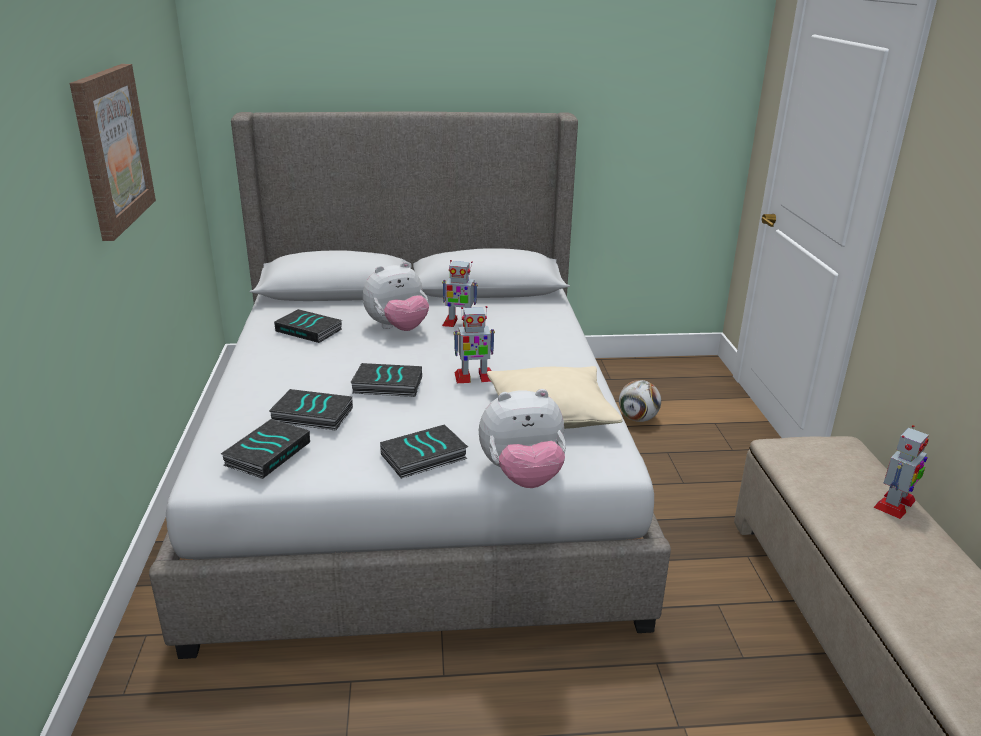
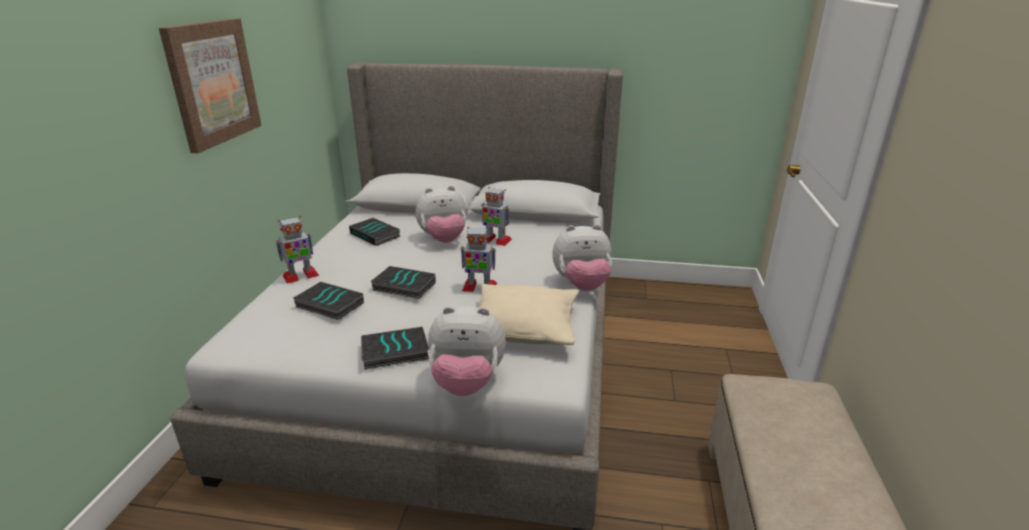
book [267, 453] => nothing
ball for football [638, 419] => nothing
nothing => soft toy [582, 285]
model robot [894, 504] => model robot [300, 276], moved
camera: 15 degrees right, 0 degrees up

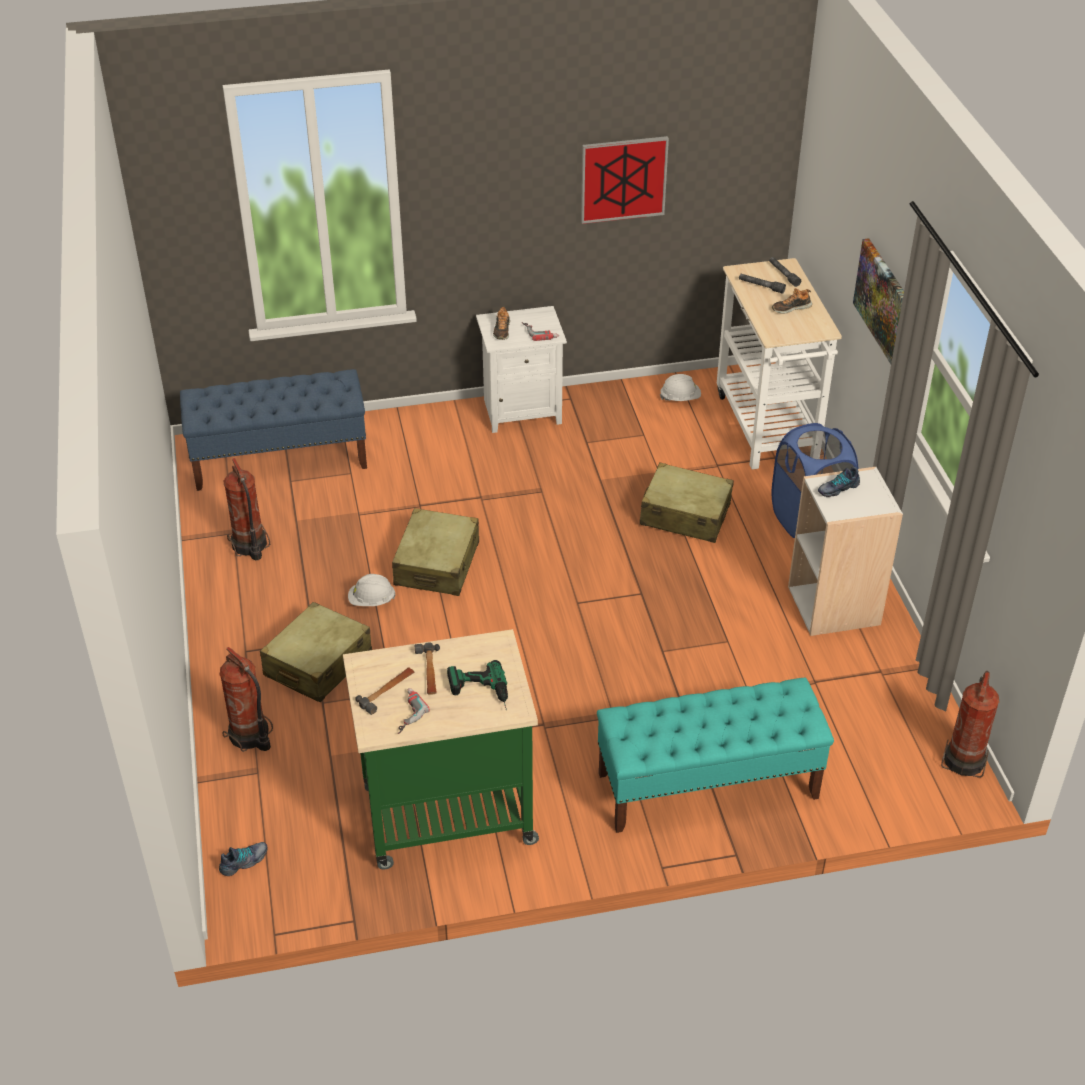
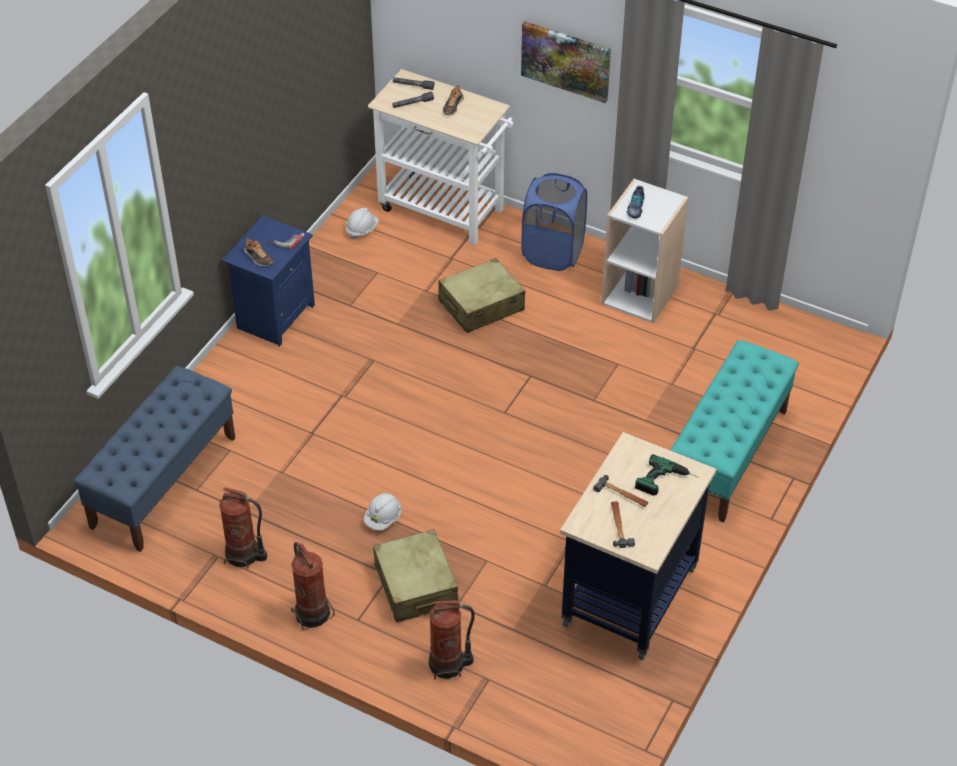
low shoe [244, 862] => nothing
beige piece of luggage [437, 564] => nothing
drill [405, 713] => nothing
picture [623, 179] => nothing
fire-fighting cylinder [965, 760] => fire-fighting cylinder [312, 612], moved
green-coloured cart [447, 817] => bluish cart [630, 599]
whitish nightstand [521, 411] => bluish nightstand [274, 316]
camera: 50 degrees left, 5 degrees up

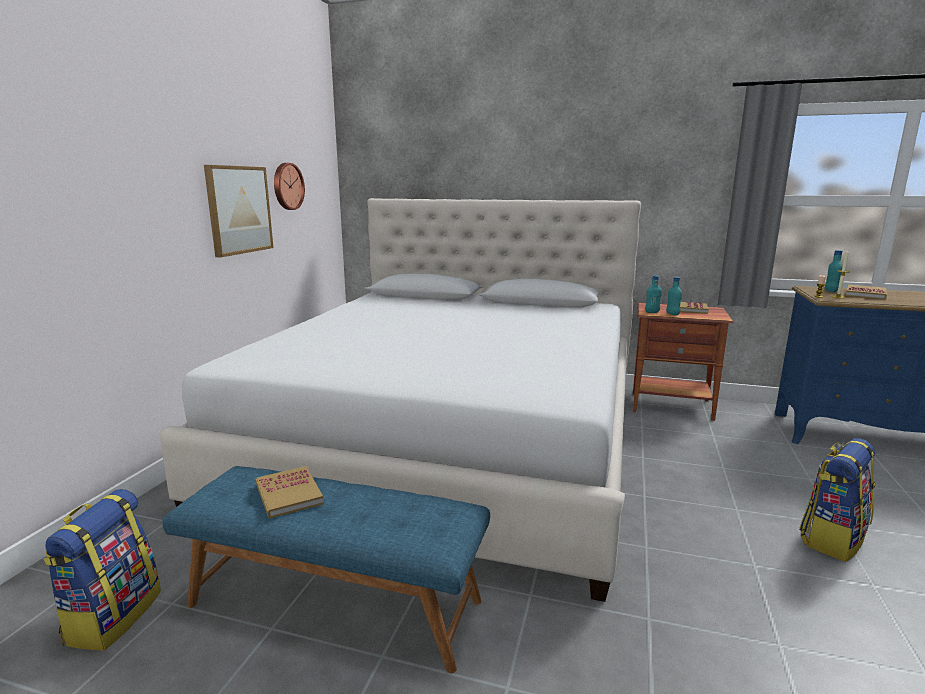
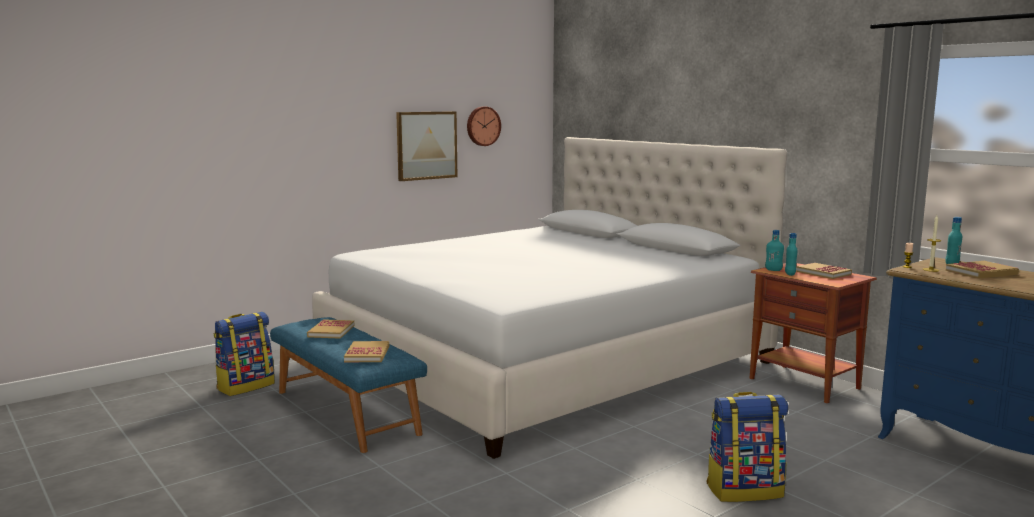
nothing => book [367, 354]
camera: 35 degrees right, 5 degrees down

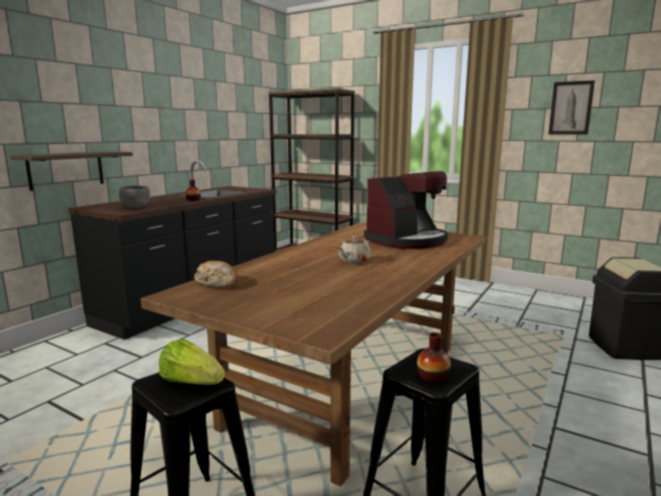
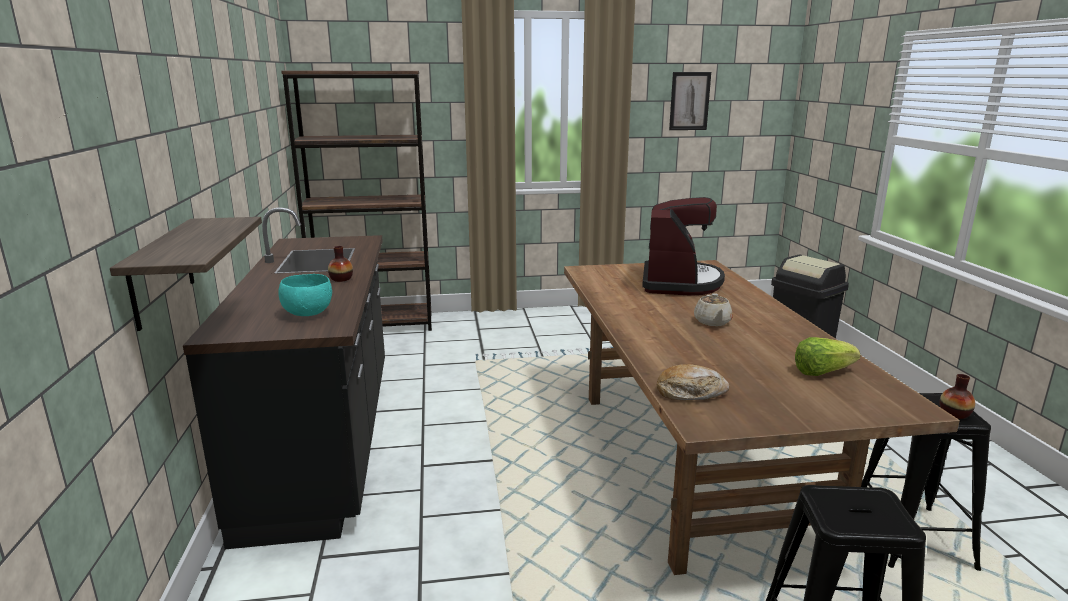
lettuce head [191, 382] => lettuce head [822, 372], moved
greyish deep dish [136, 207] => blue-green deep dish [308, 313]
camera: 40 degrees left, 5 degrees up

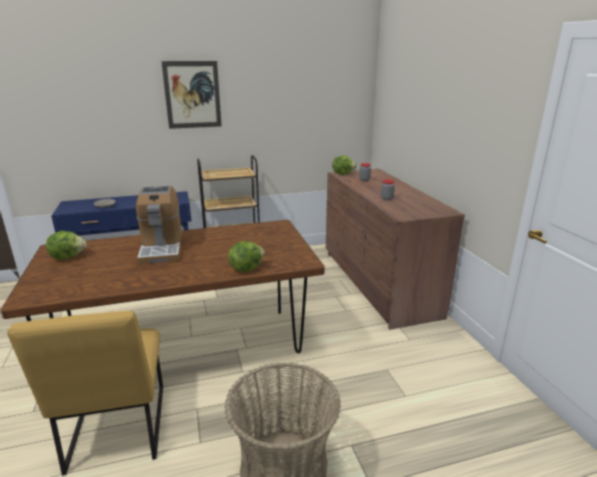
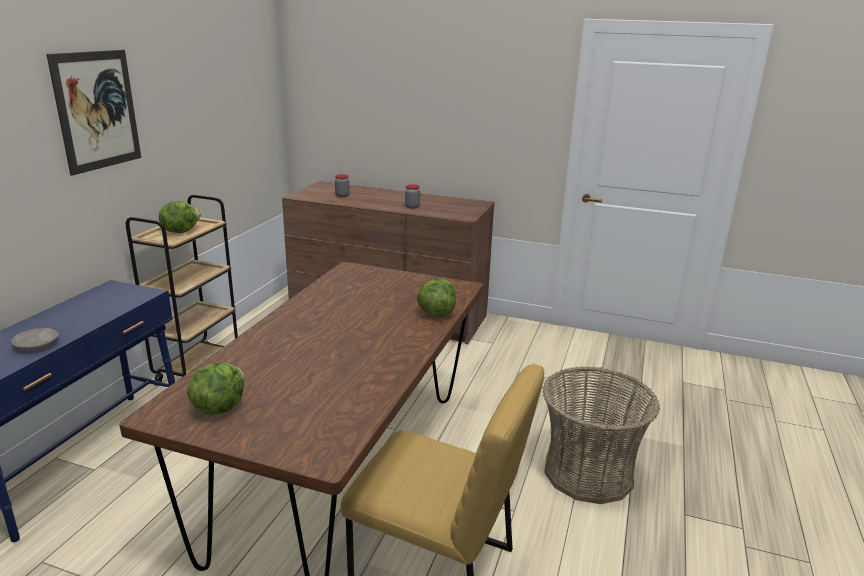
coffee machine [162, 248] => nothing
lettuce head [343, 174] => lettuce head [180, 231], moved
camera: 55 degrees left, 0 degrees up

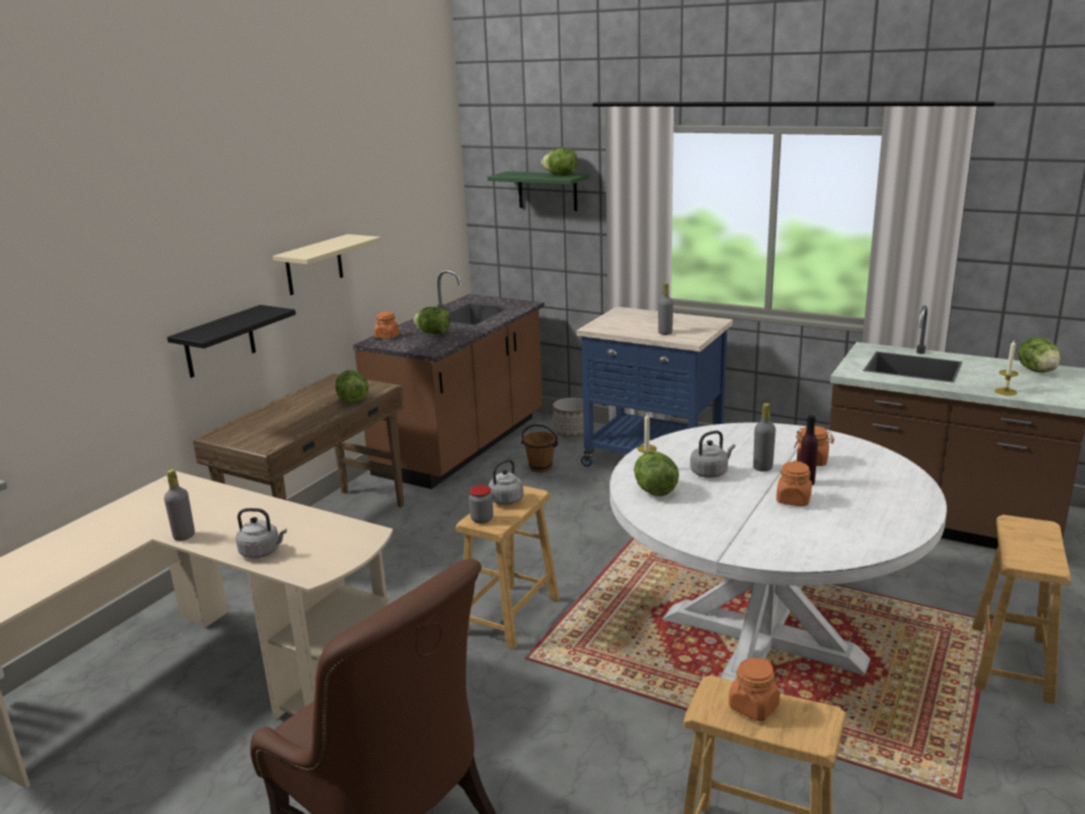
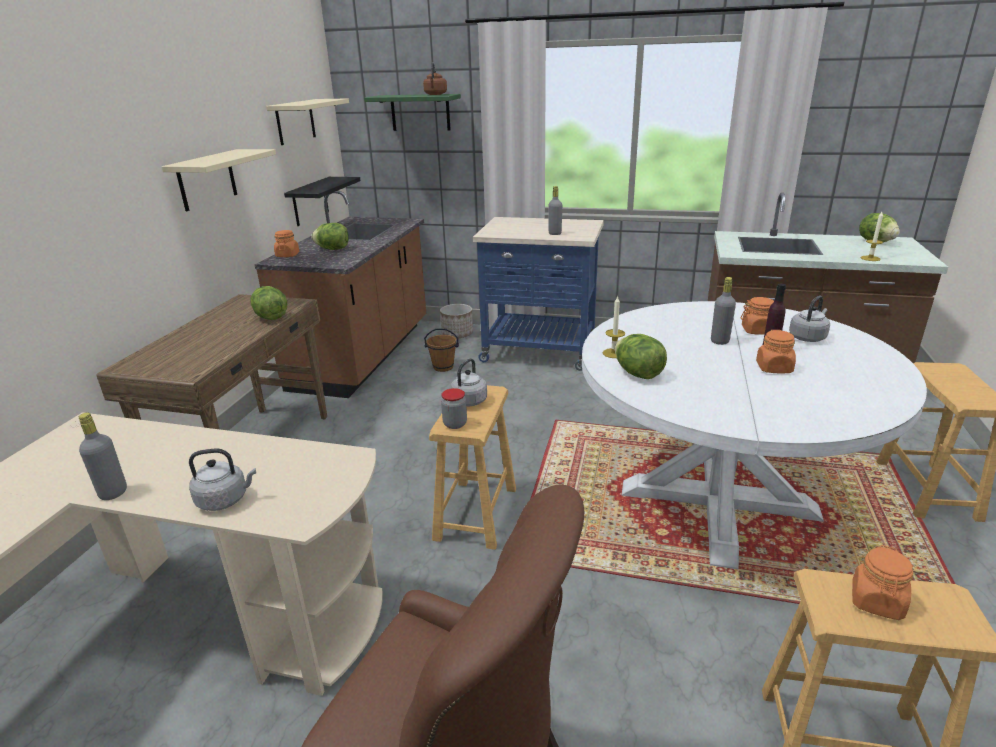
nothing => beige bracket shelf [295, 121]
black-coloured bracket shelf [219, 342] => black-coloured bracket shelf [310, 201], moved
greyish water kettle [710, 472] => greyish water kettle [808, 337], moved
lettuce head [561, 175] => brownish water kettle [435, 94]
camera: 15 degrees left, 5 degrees up

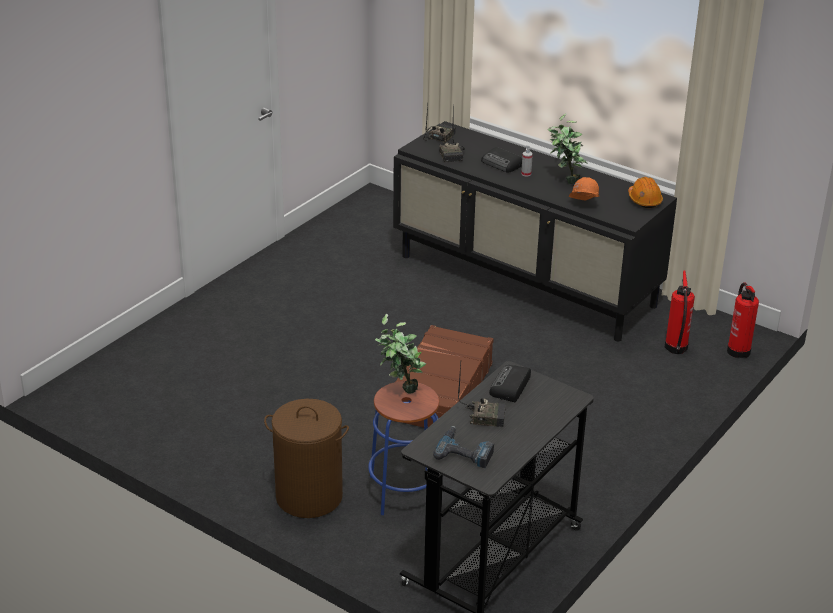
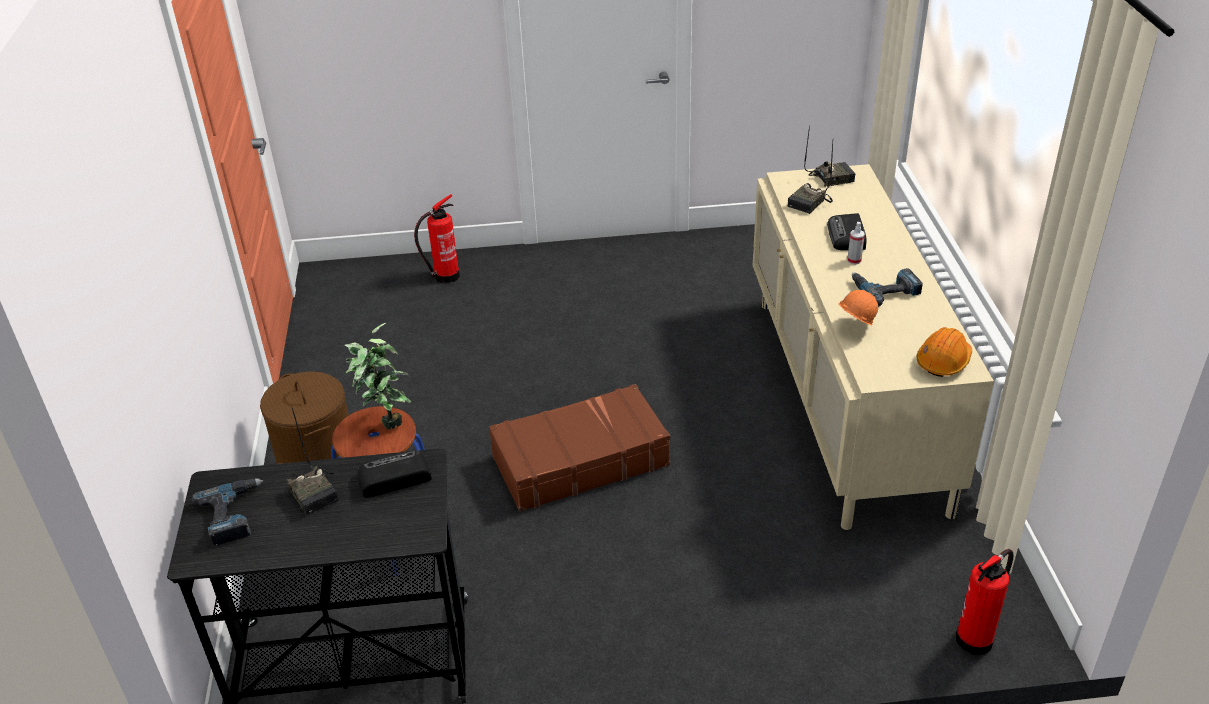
fire-fighting cylinder [675, 349] => fire-fighting cylinder [444, 277], moved
potted plant [564, 180] => drill [885, 289]
black-coloured storage cabinet [524, 282] => beige storage cabinet [843, 400]
camera: 50 degrees right, 5 degrees up

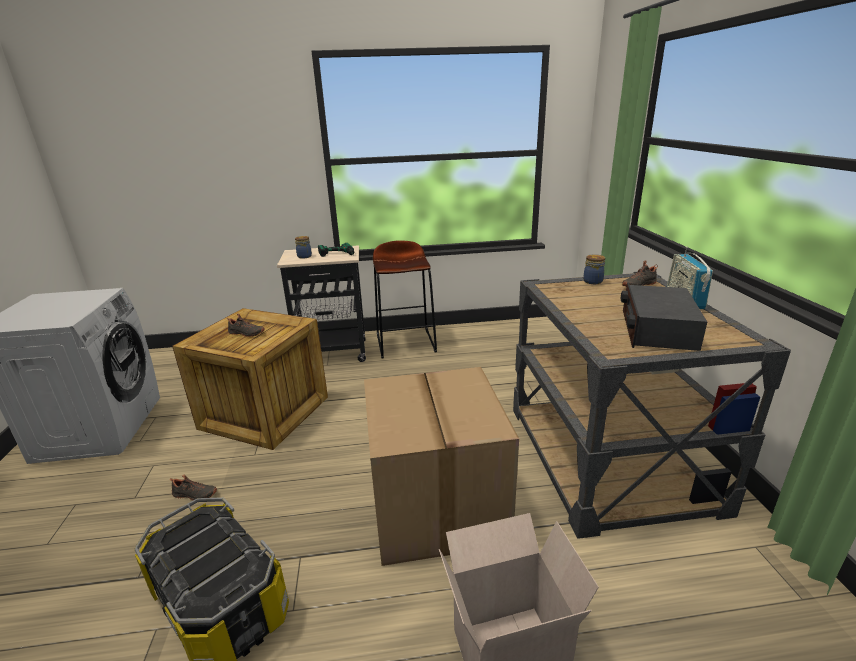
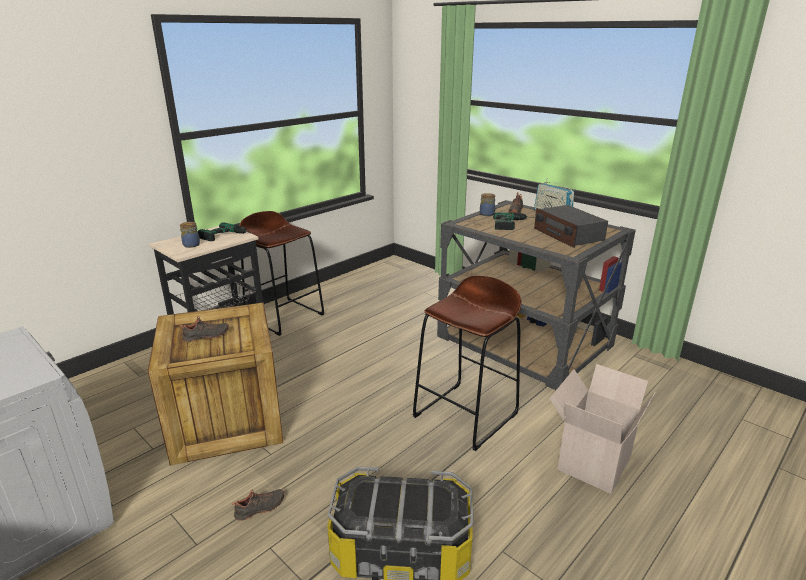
nothing => drill [514, 224]
cardboard box [439, 506] => brownish stool [466, 415]
camera: 40 degrees left, 0 degrees up

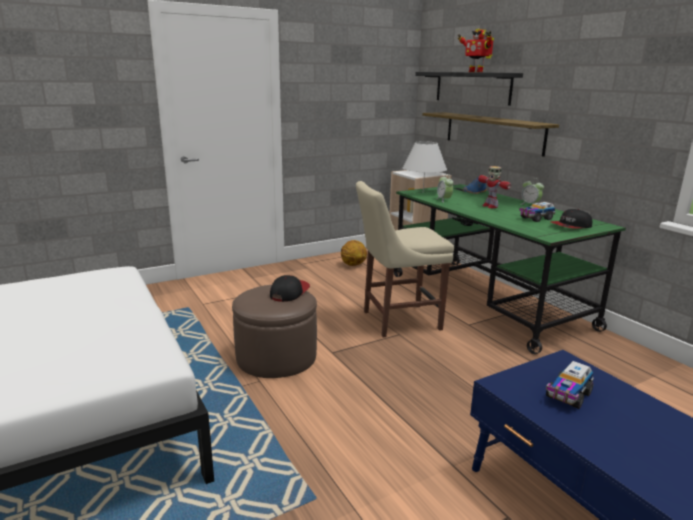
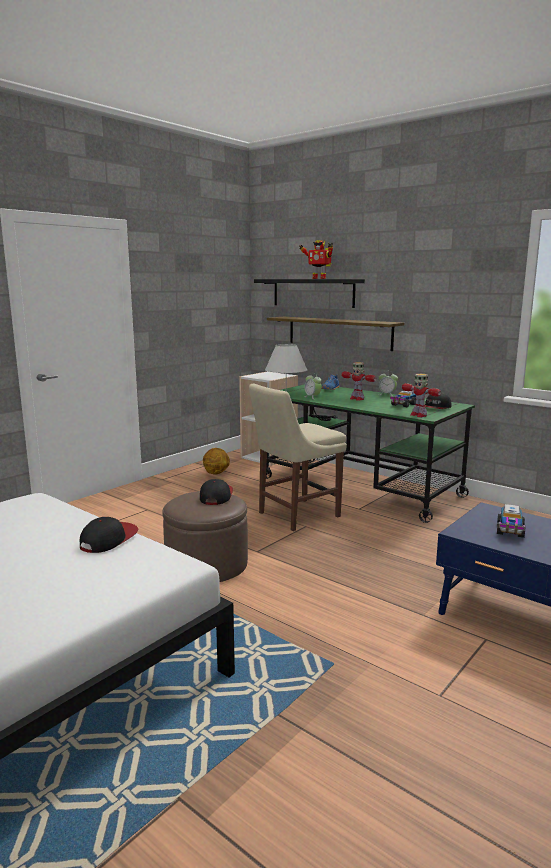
nothing => peaked cap [109, 539]
nothing => model robot [418, 415]
camera: 20 degrees left, 5 degrees down

